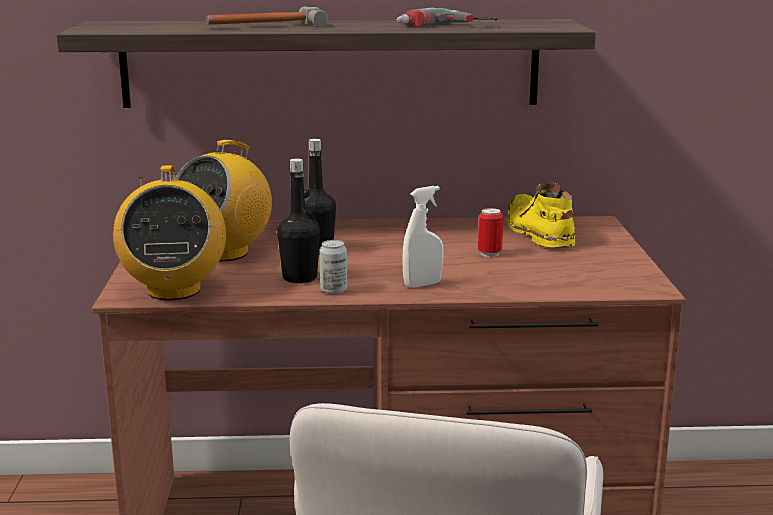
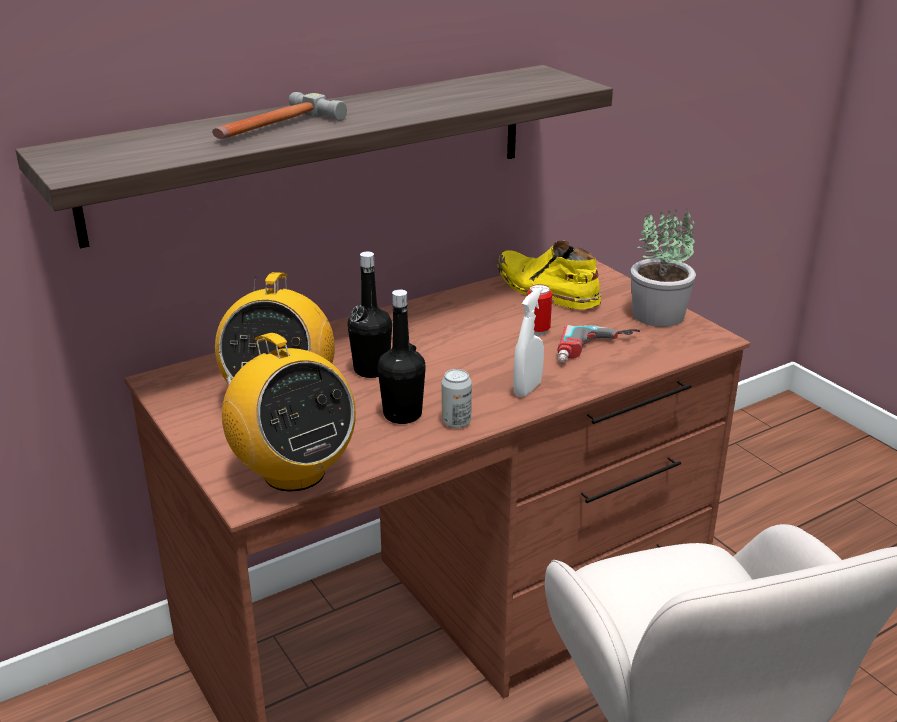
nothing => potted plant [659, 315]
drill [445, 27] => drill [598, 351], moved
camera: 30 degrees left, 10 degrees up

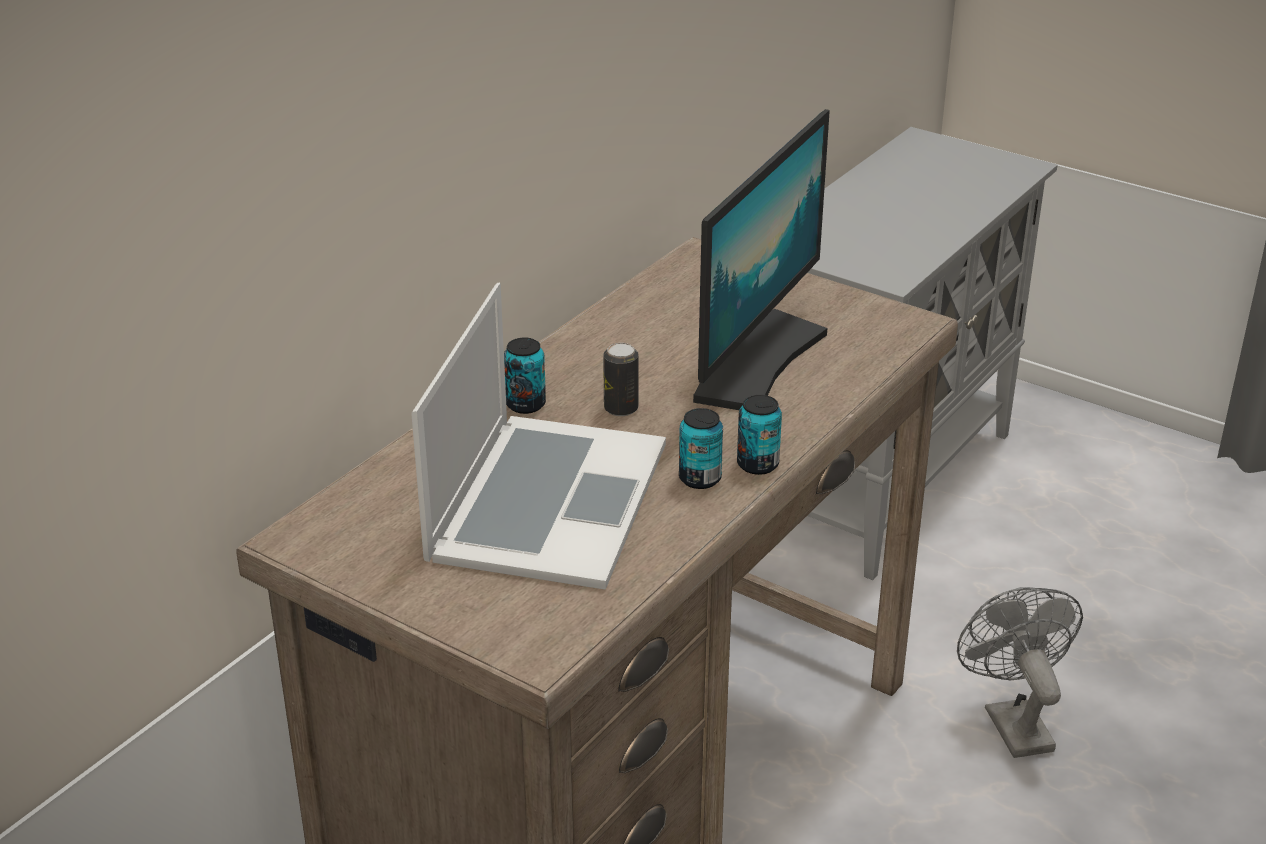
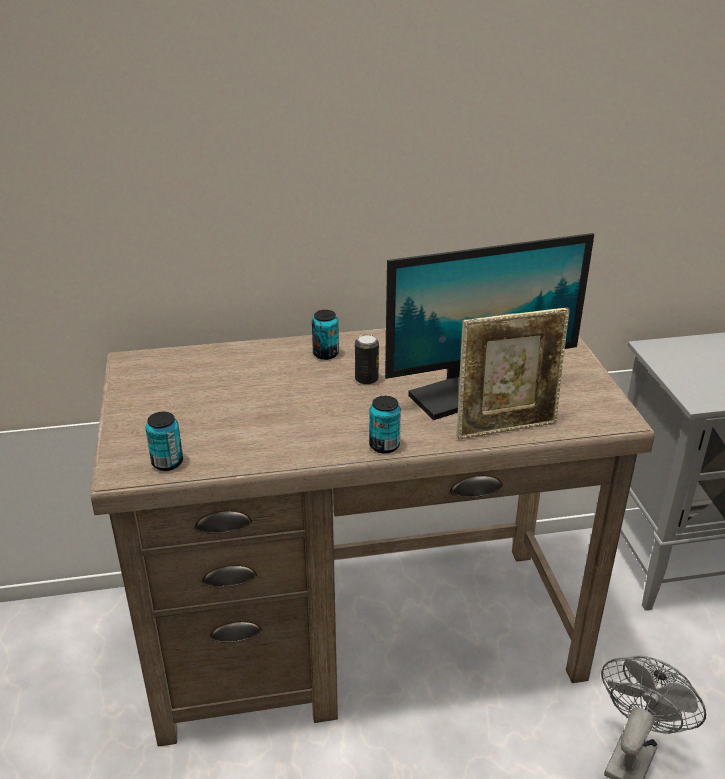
portable computer [547, 500] => nothing
nothing => photo frame [506, 427]
sealed can [700, 478] => sealed can [167, 462], moved
camera: 45 degrees right, 0 degrees up

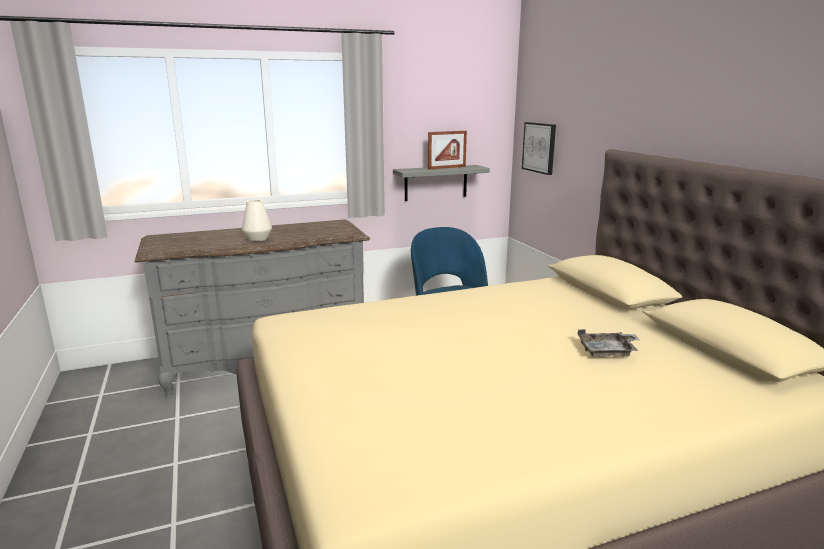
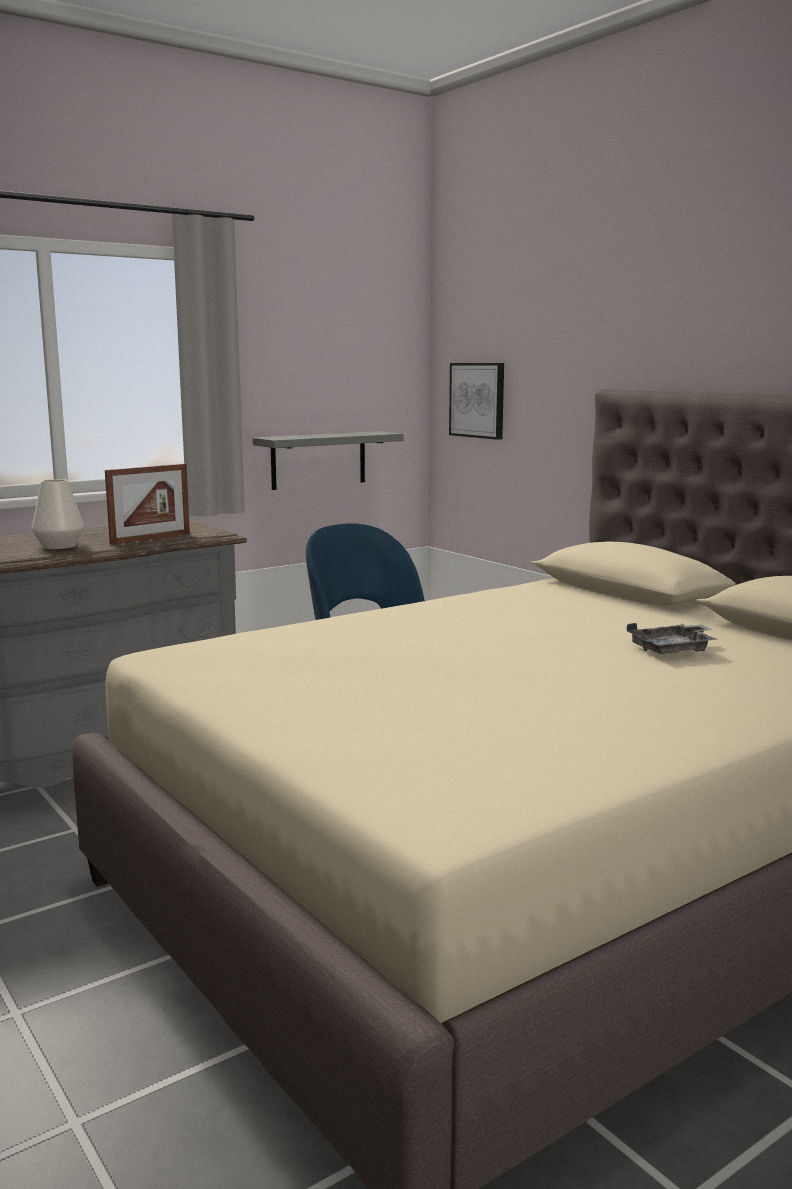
photo frame [447, 168] => photo frame [150, 539], moved
camera: 15 degrees left, 5 degrees down

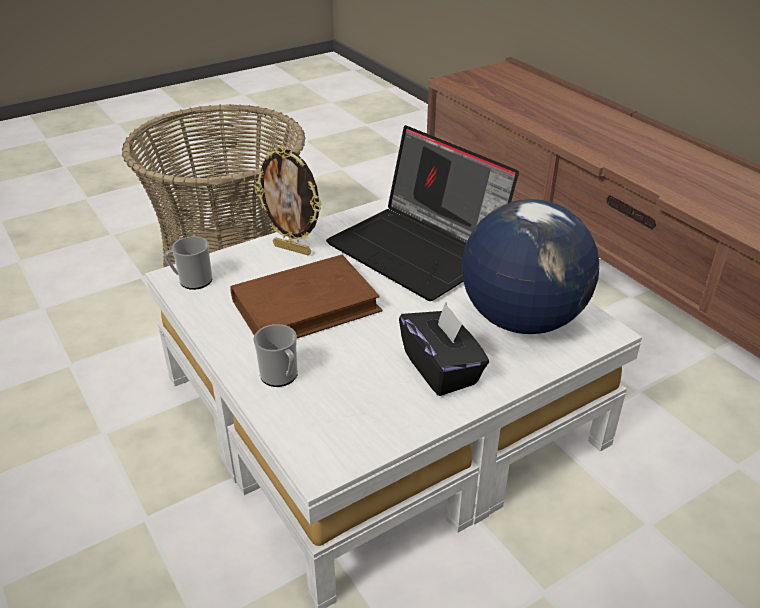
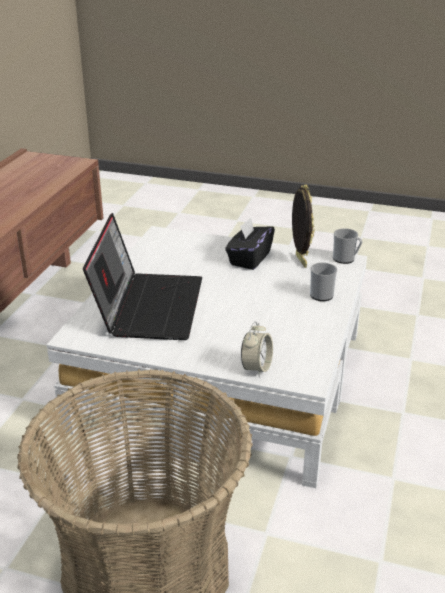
brownish book [306, 306] => nothing
desk globe [522, 319] => nothing
nothing => alarm clock [256, 368]
mug [192, 281] => mug [346, 259], moved
photo frame [293, 249] => photo frame [299, 261], moved
camera: 130 degrees left, 5 degrees down

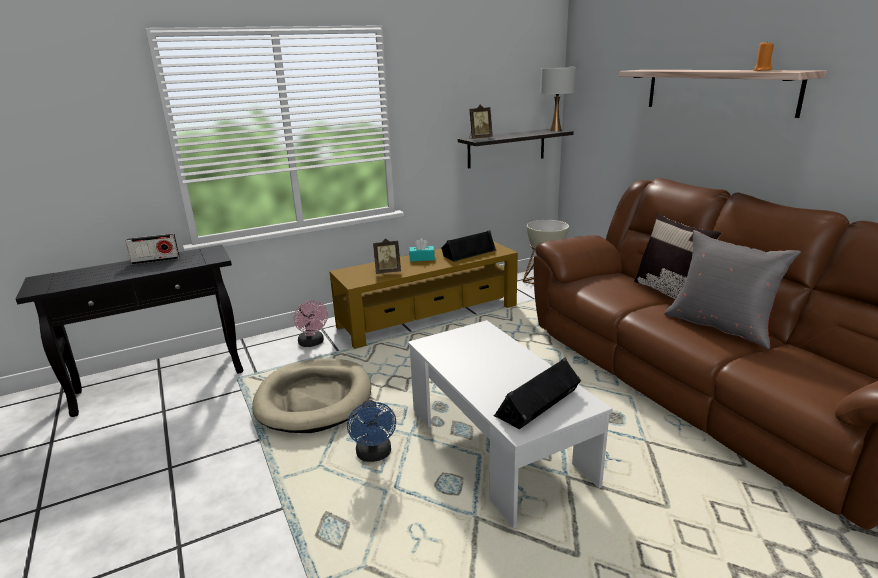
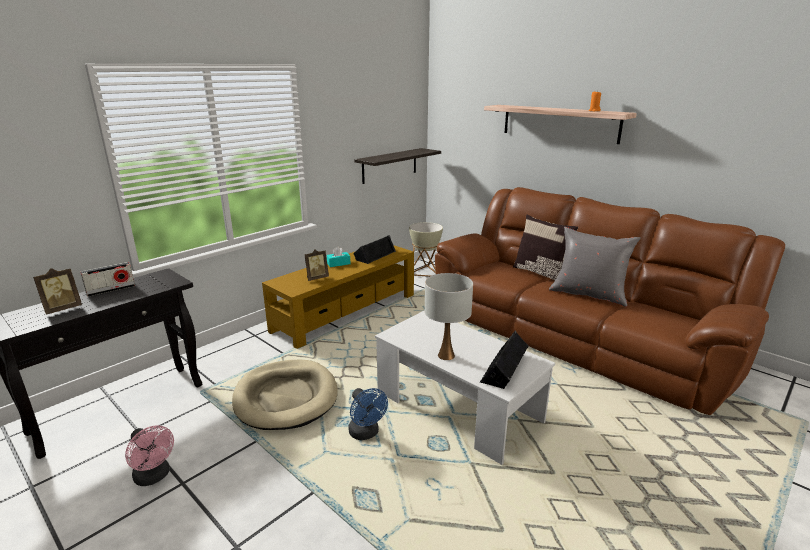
pinkish cooling fan [312, 343] => pinkish cooling fan [154, 477], moved
photo frame [479, 138] => photo frame [63, 309], moved
whitish tabletop lamp [555, 130] => whitish tabletop lamp [446, 355], moved
camera: 20 degrees left, 0 degrees up

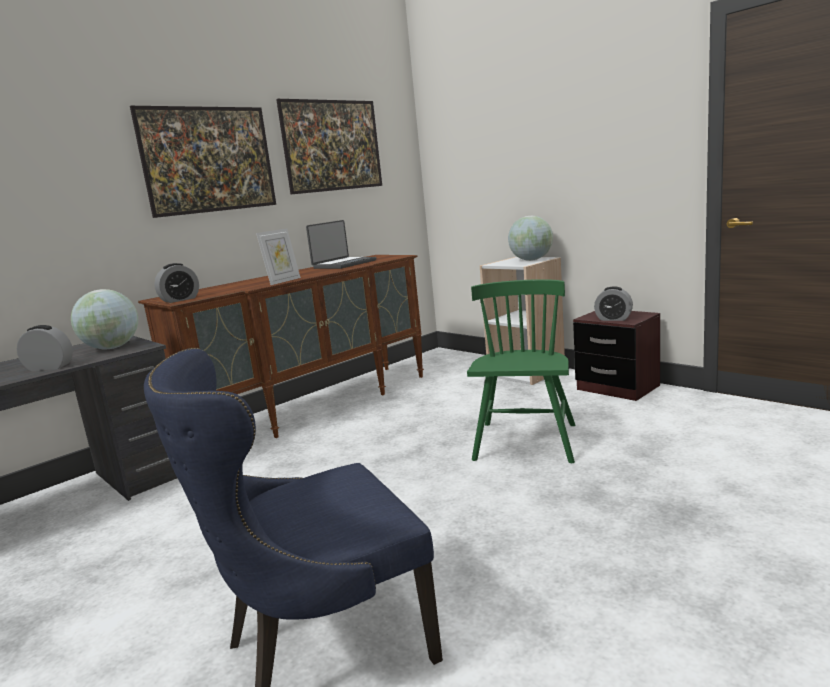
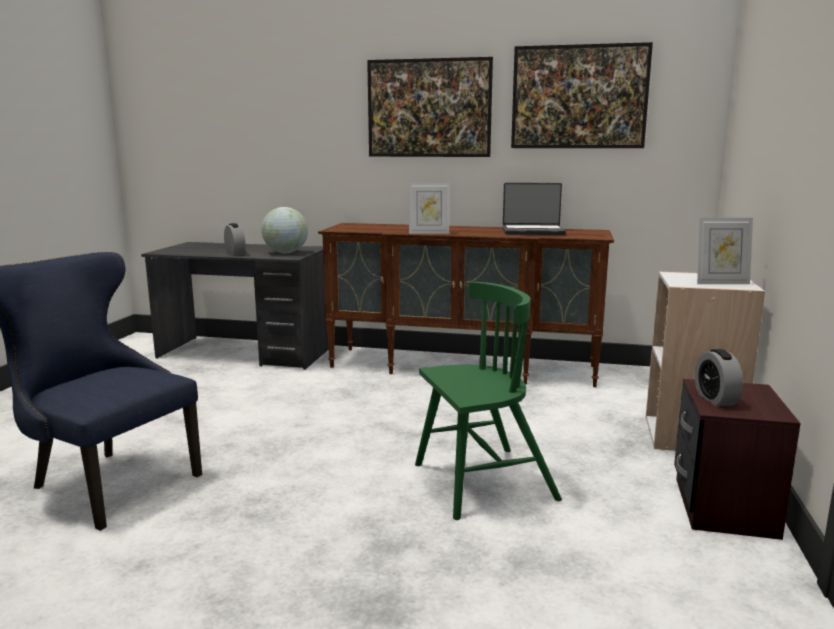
alarm clock [180, 300] => nothing
desk globe [531, 260] => photo frame [721, 283]
camera: 55 degrees right, 0 degrees up

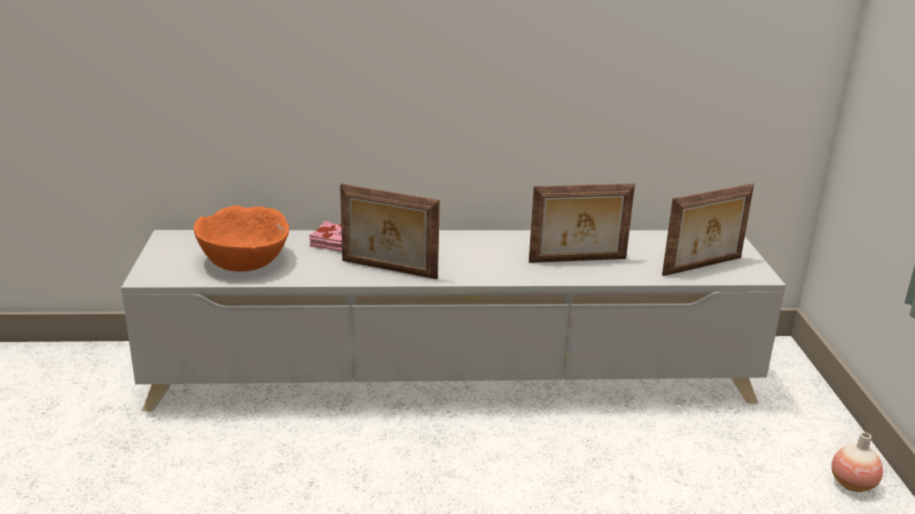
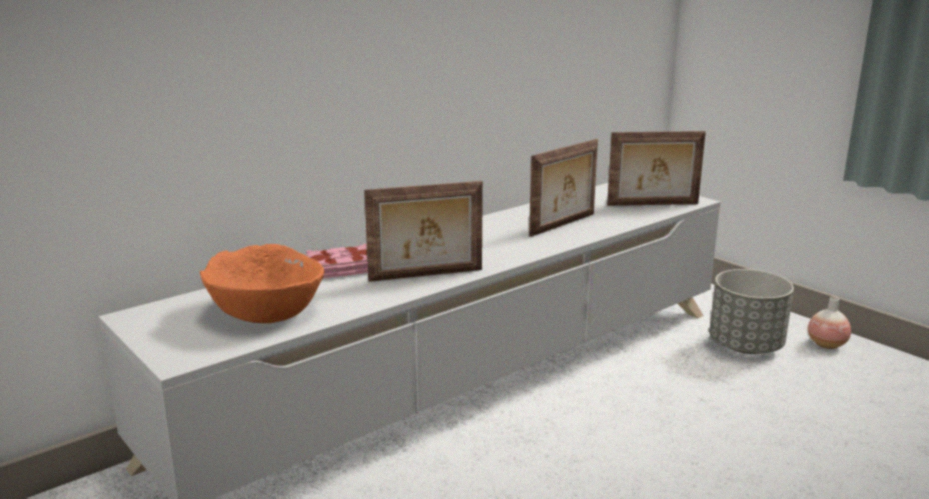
nothing => greyish planter [745, 346]
photo frame [703, 267] => photo frame [653, 205], 60 degrees clockwise
camera: 35 degrees left, 5 degrees down

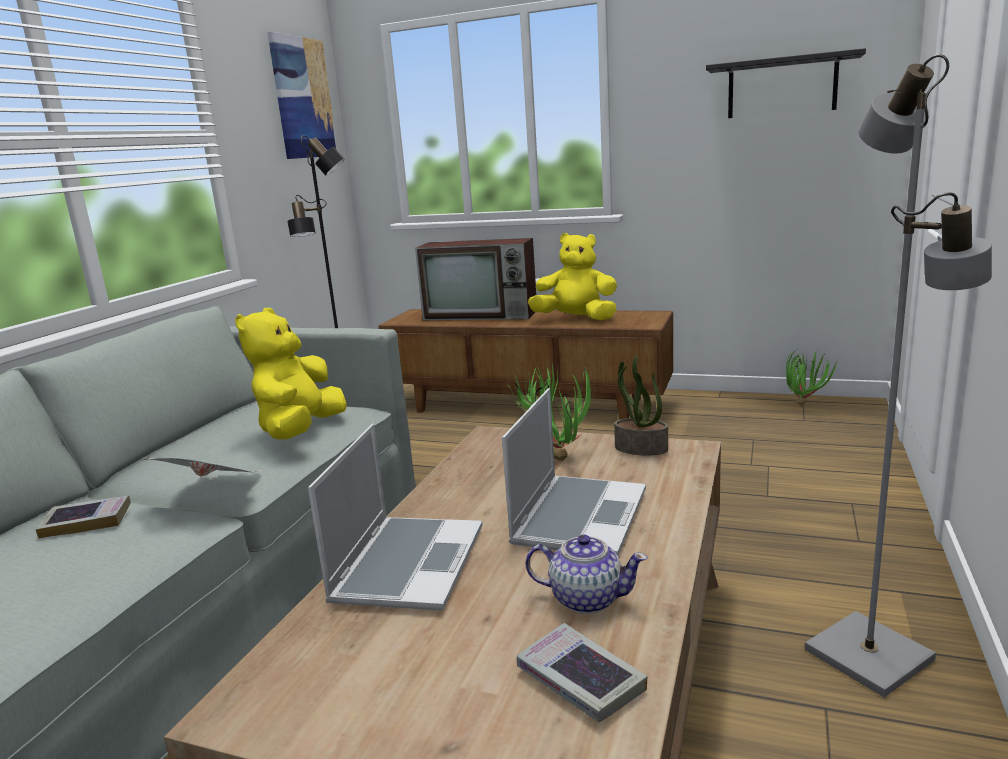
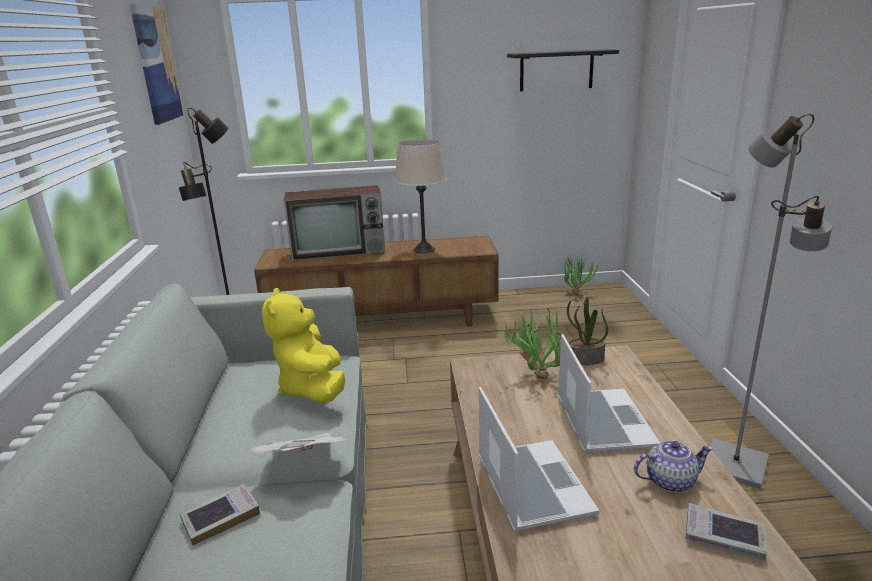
yellow-coloured soft toy [576, 319] => beige tabletop lamp [424, 249]
camera: 25 degrees left, 5 degrees up

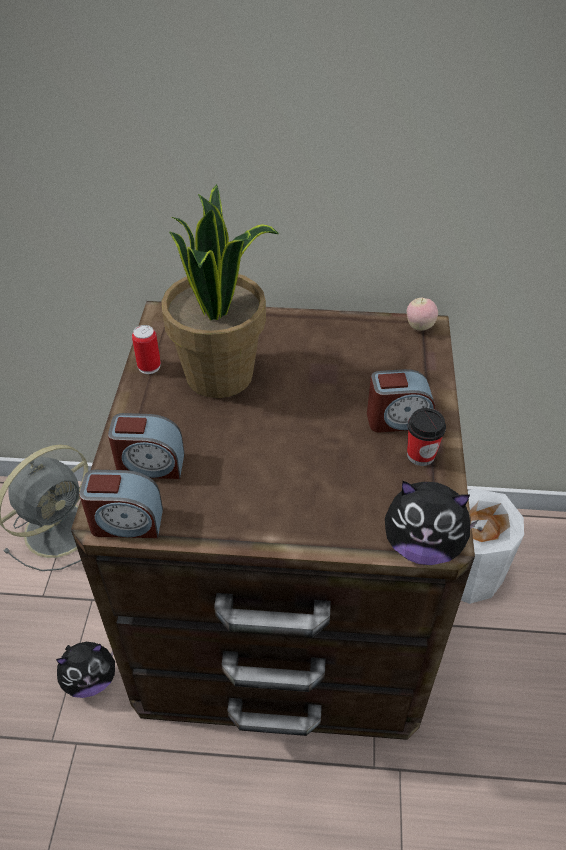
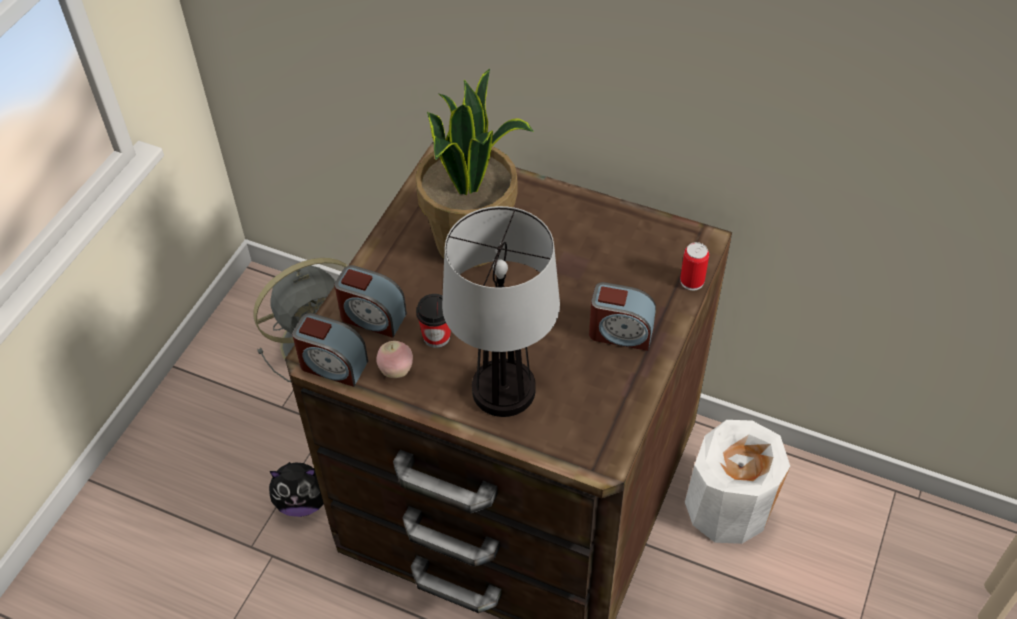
soft toy [422, 546] => nothing
nothing => tabletop lamp [502, 390]
sealed can [149, 366] => sealed can [692, 281], moved
apple [419, 327] => apple [396, 371], moved
small cup [420, 455] => small cup [436, 337], moved
camera: 20 degrees right, 5 degrees up

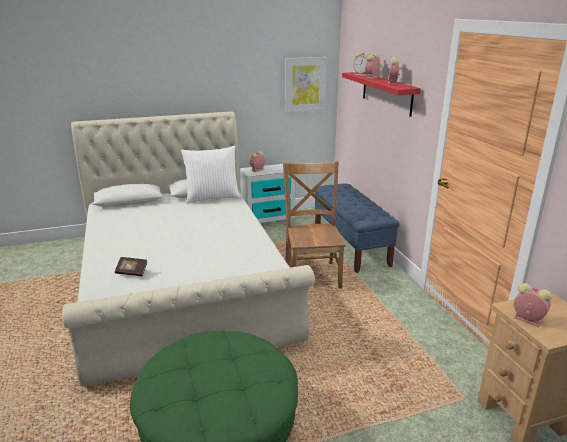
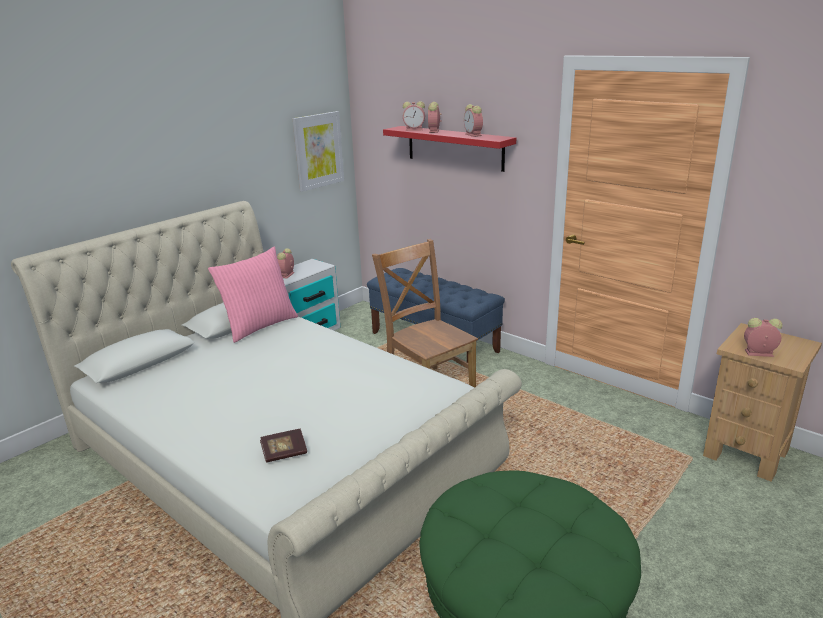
whitish cushion [212, 197] => pinkish cushion [259, 326]
camera: 30 degrees left, 0 degrees up

